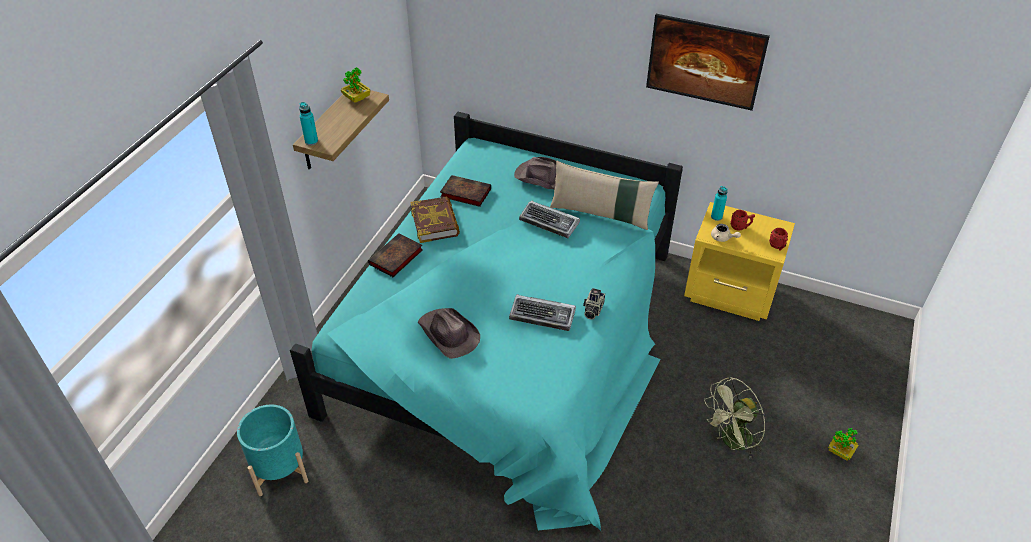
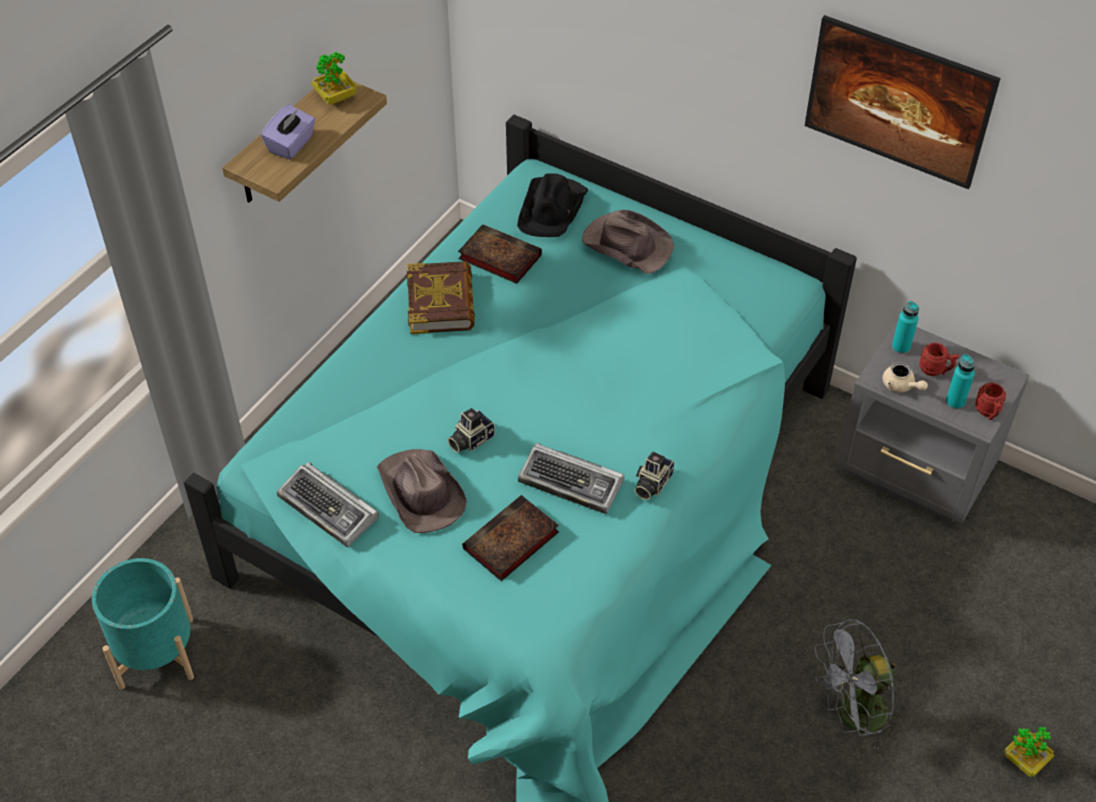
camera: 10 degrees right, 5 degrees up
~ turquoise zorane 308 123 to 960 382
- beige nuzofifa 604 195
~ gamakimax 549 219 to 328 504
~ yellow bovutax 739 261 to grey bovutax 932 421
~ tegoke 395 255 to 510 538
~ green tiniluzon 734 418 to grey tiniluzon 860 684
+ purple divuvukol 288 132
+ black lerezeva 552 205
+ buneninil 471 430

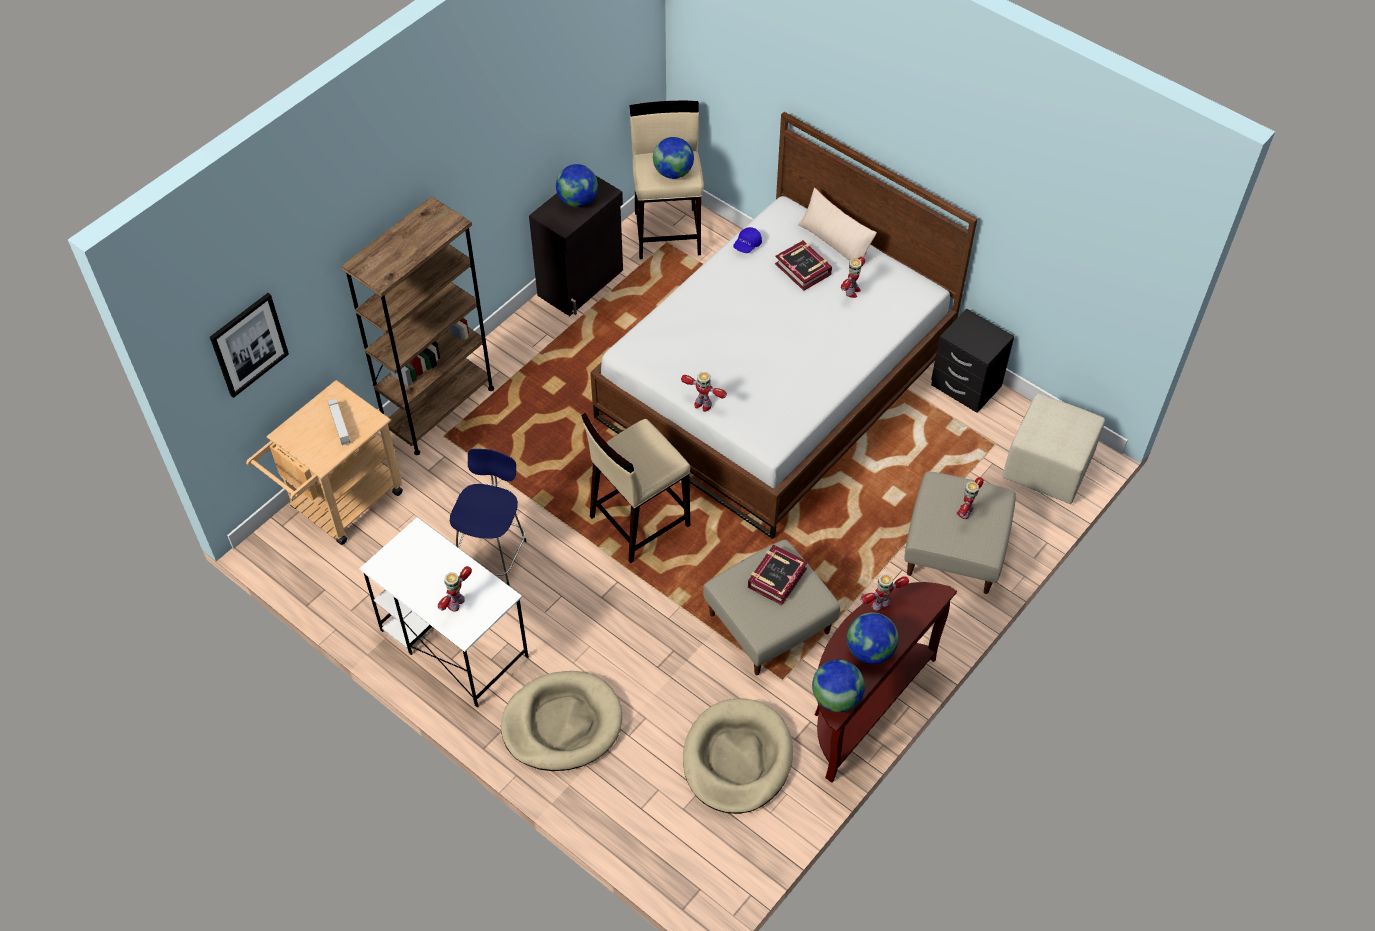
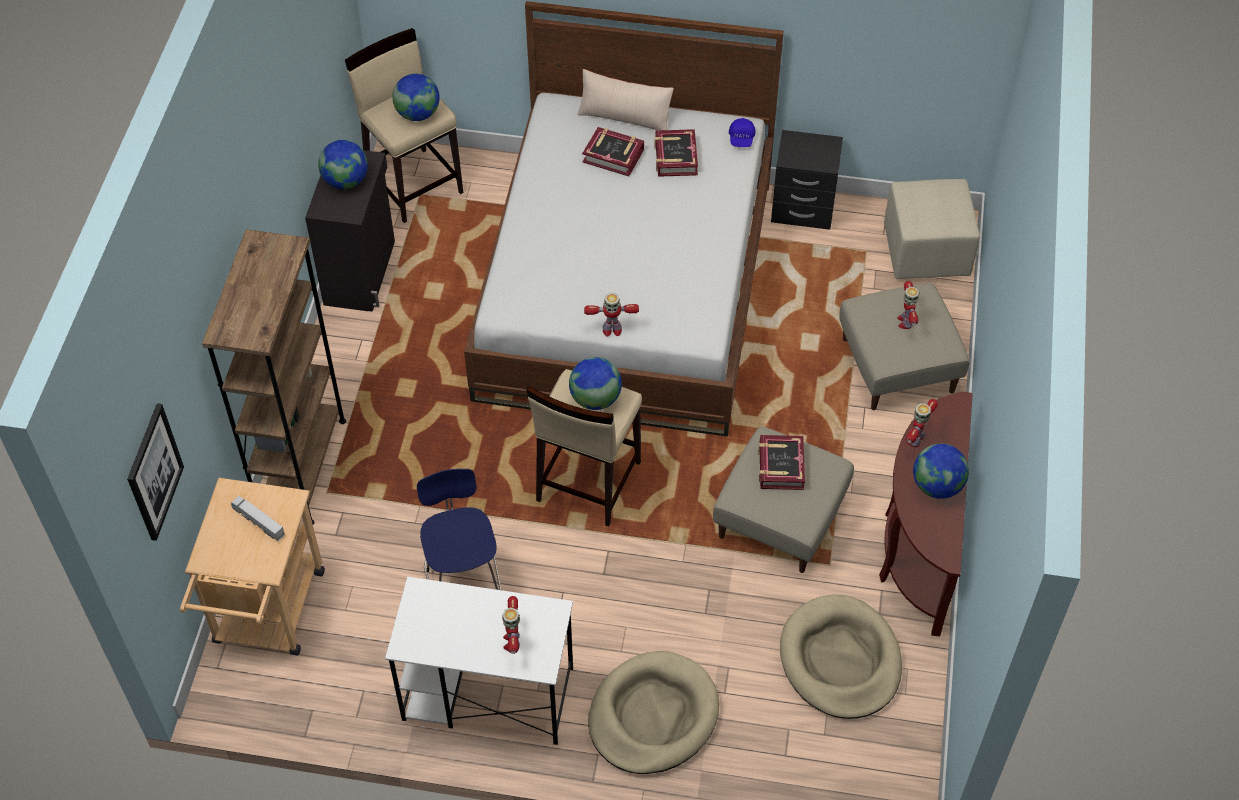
camera: 30 degrees left, 0 degrees up
~ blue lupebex 747 240 to 742 132
~ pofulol 853 277 to tegoke 676 153
~ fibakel 838 685 to 595 383

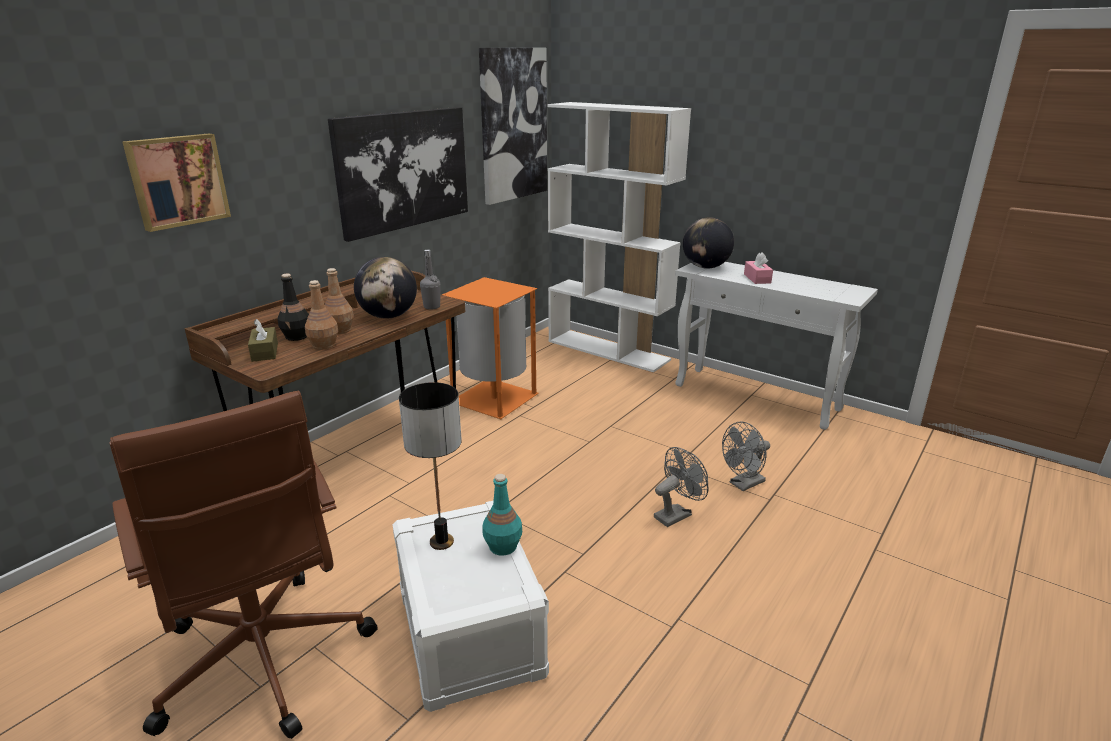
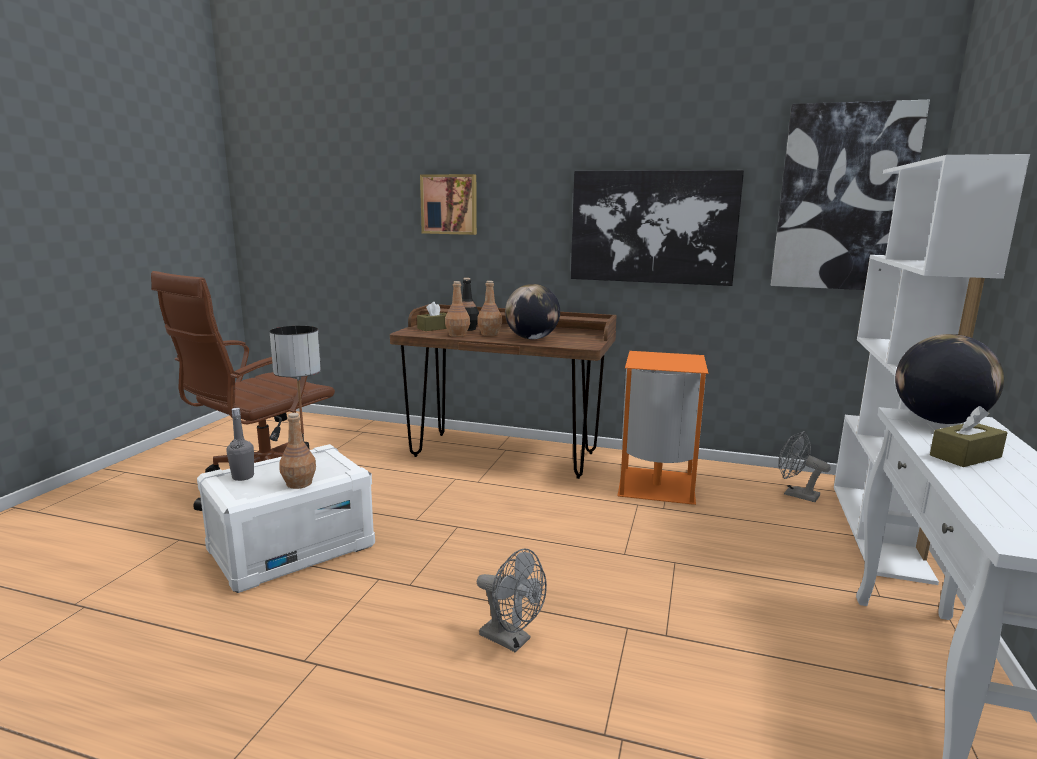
camera: 70 degrees right, 10 degrees down
~ grey zorane 430 280 to 240 444
~ pink divuvukol 758 268 to brown divuvukol 969 436
~ grey tiniluzon 746 456 to 804 466
~ turquoise zorane 502 515 to brown zorane 297 451

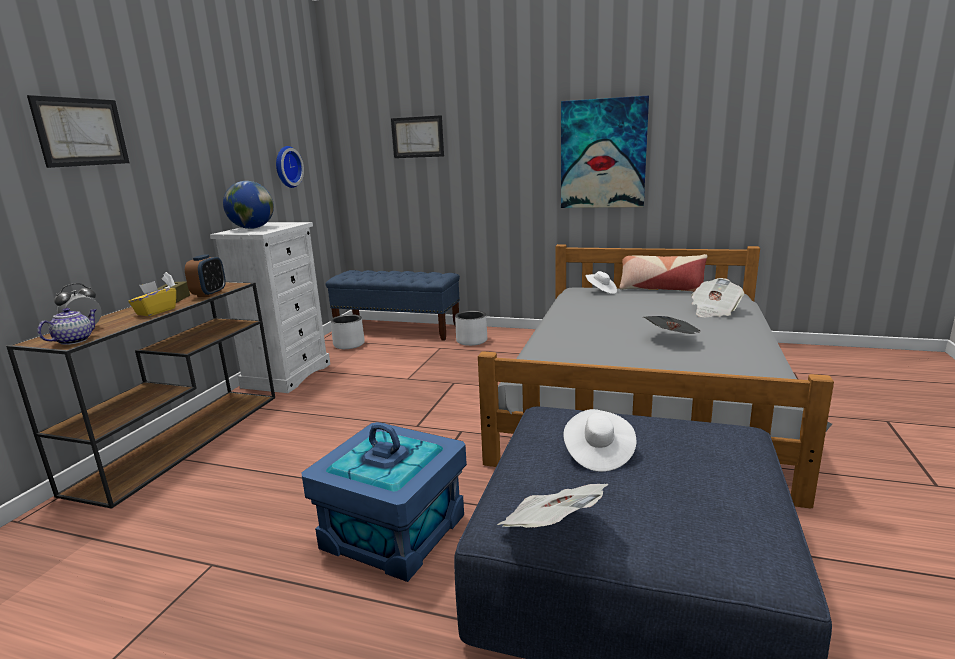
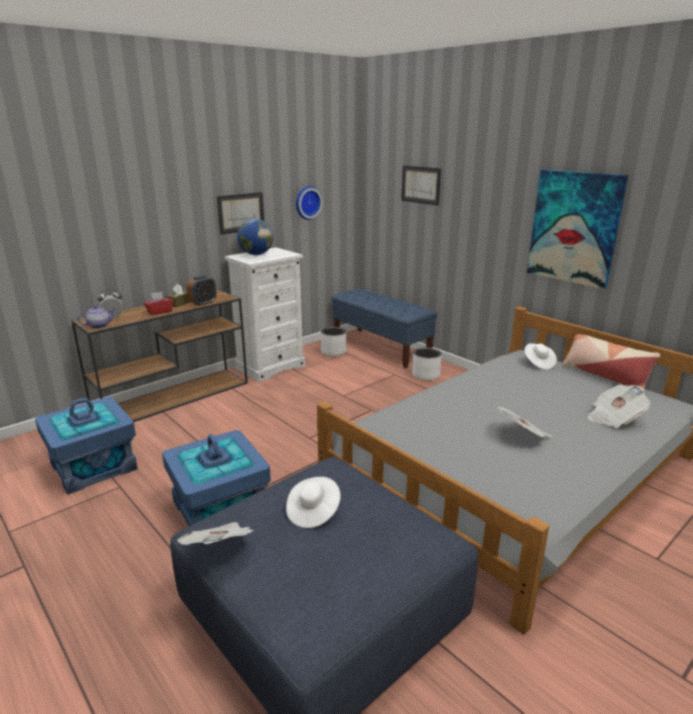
camera: 30 degrees right, 5 degrees up
~ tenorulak 78 131 to 240 213
~ yellow divuvukol 152 298 to red divuvukol 158 303
+ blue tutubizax 86 446

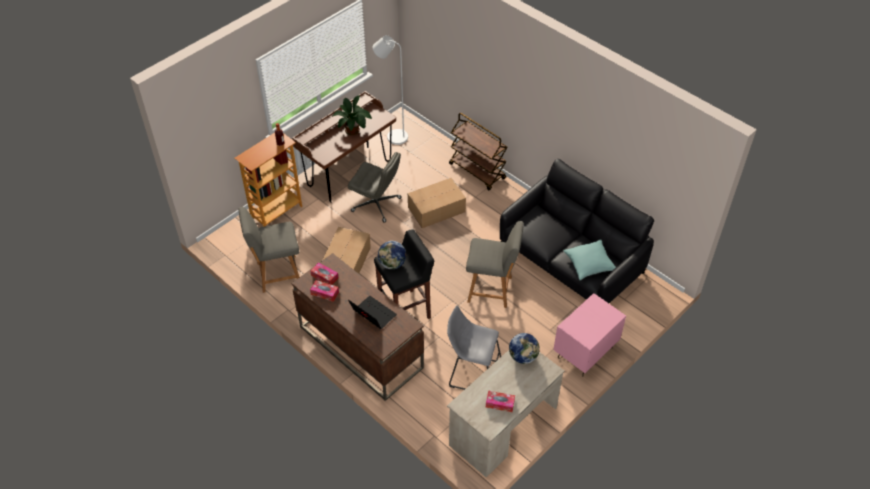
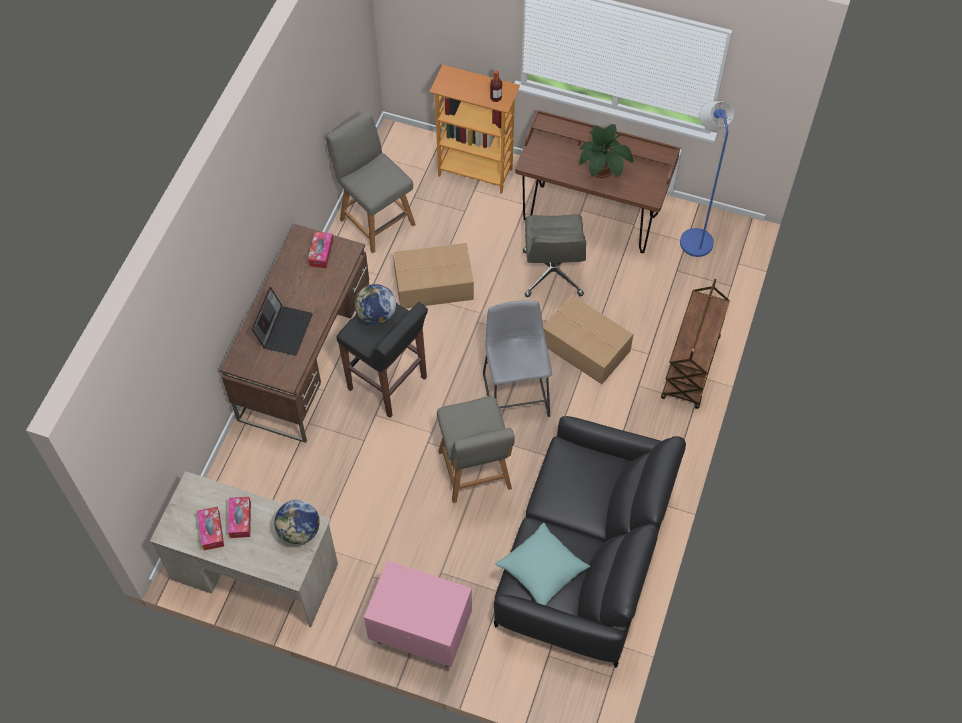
camera: 65 degrees right, 10 degrees up
~ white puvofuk 390 90 to blue puvofuk 707 179
~ divuvukol 324 291 to 239 517
~ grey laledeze 474 348 to 517 358

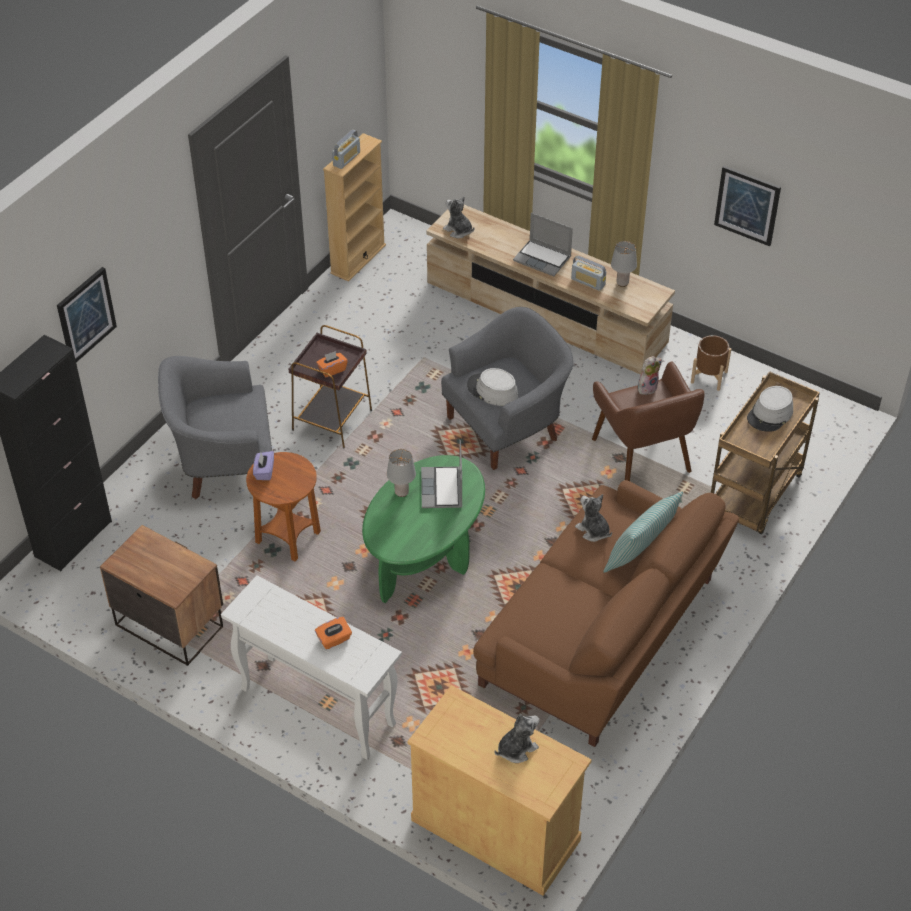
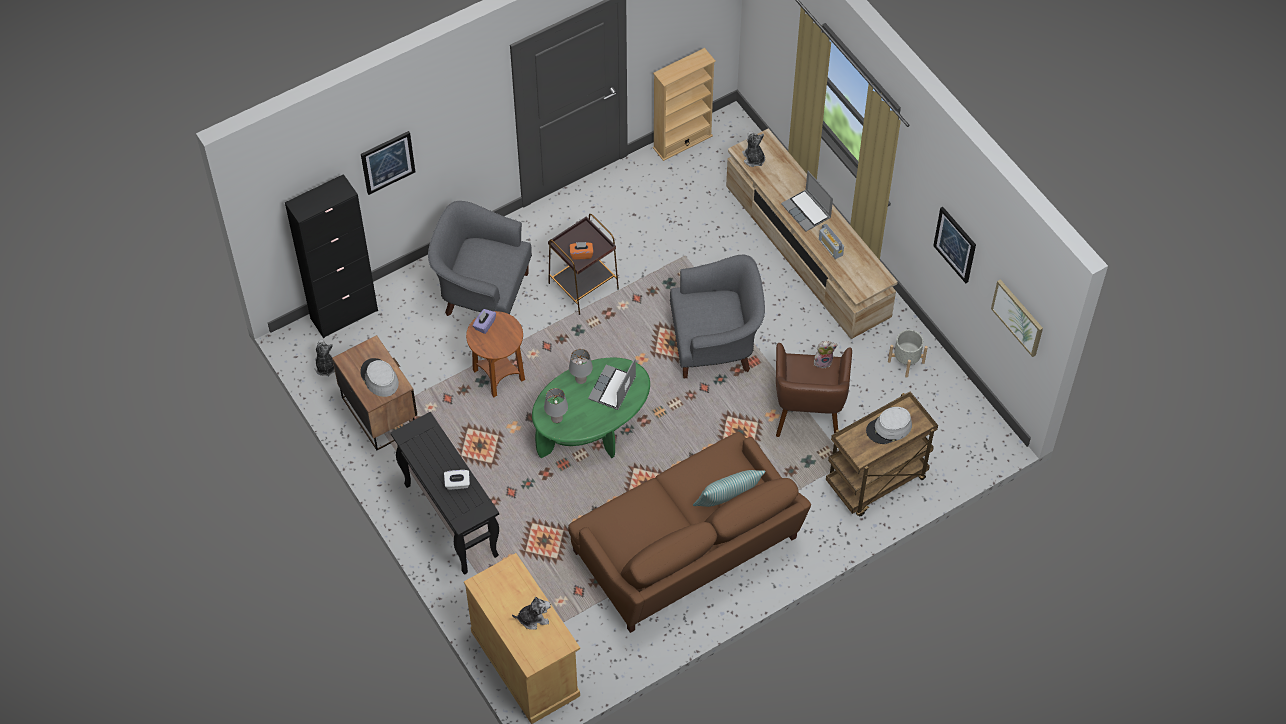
camera: 25 degrees right, 10 degrees up
- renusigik 346 149
~ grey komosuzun 624 264 to 556 405
~ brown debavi 711 363 to grey debavi 908 354
~ grey lerezeva 492 387 to 379 377
~ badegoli 593 518 to 325 358
~ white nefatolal 311 667 to black nefatolal 444 493
~ orange divuvukol 333 633 to white divuvukol 457 480
+ tenorulak 1017 318

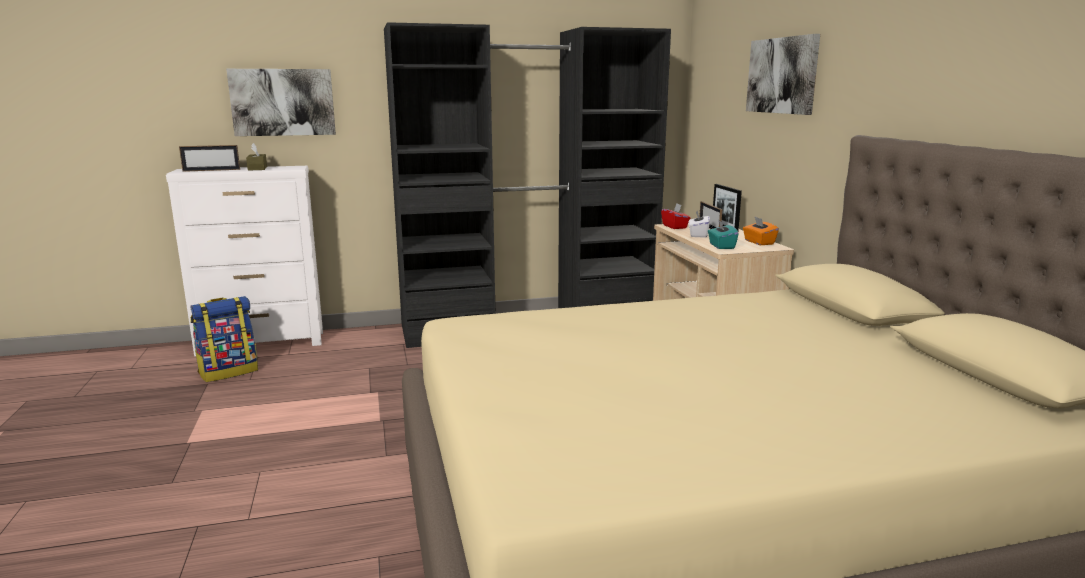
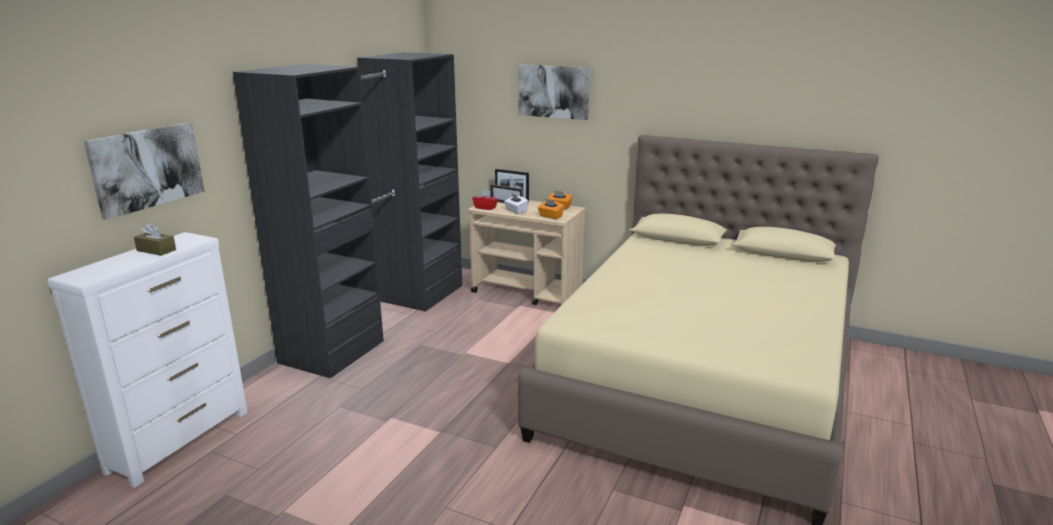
camera: 50 degrees left, 5 degrees up
- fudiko 209 158
~ turquoise divuvukol 723 234 to orange divuvukol 551 209
- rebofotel 224 339

